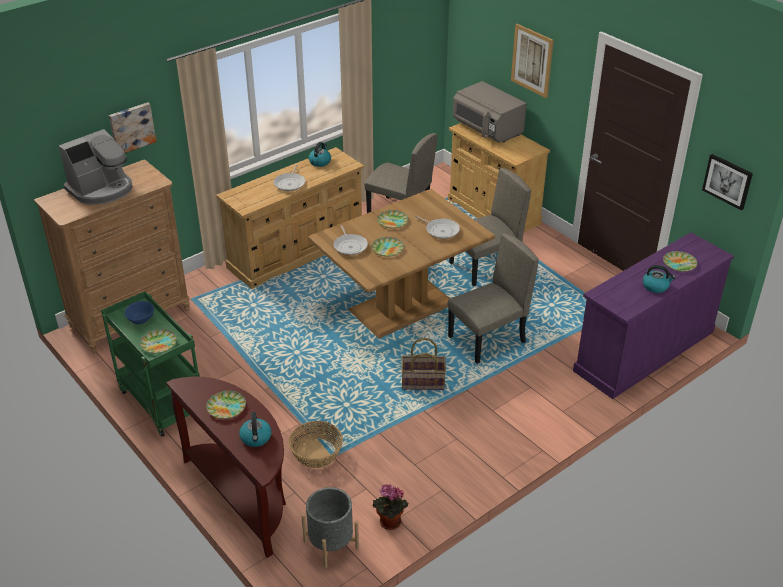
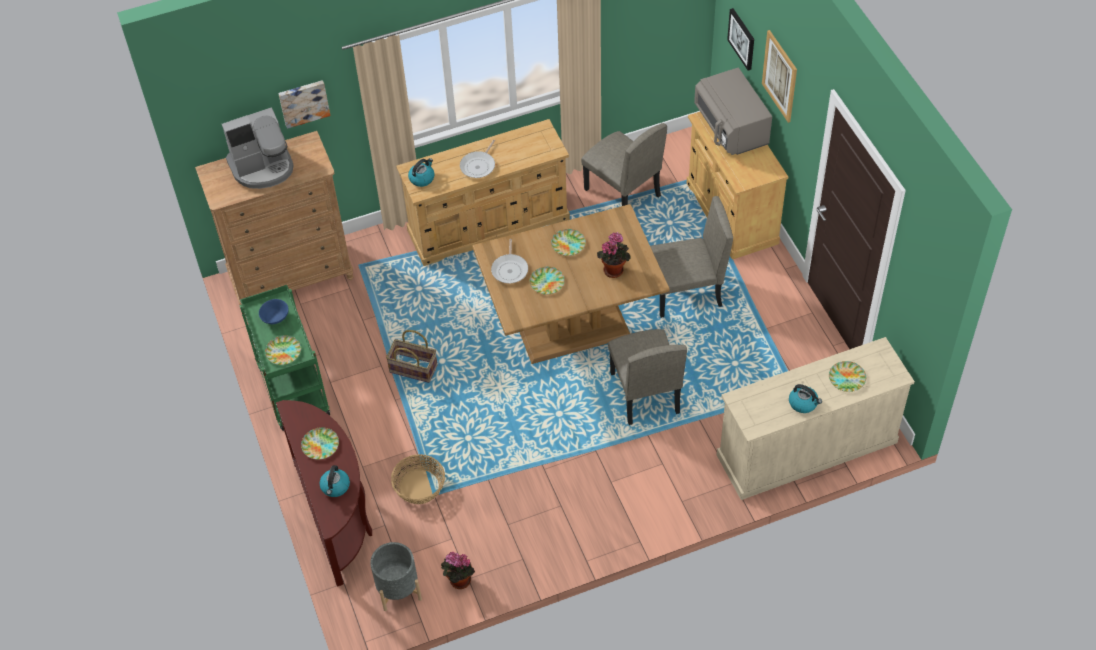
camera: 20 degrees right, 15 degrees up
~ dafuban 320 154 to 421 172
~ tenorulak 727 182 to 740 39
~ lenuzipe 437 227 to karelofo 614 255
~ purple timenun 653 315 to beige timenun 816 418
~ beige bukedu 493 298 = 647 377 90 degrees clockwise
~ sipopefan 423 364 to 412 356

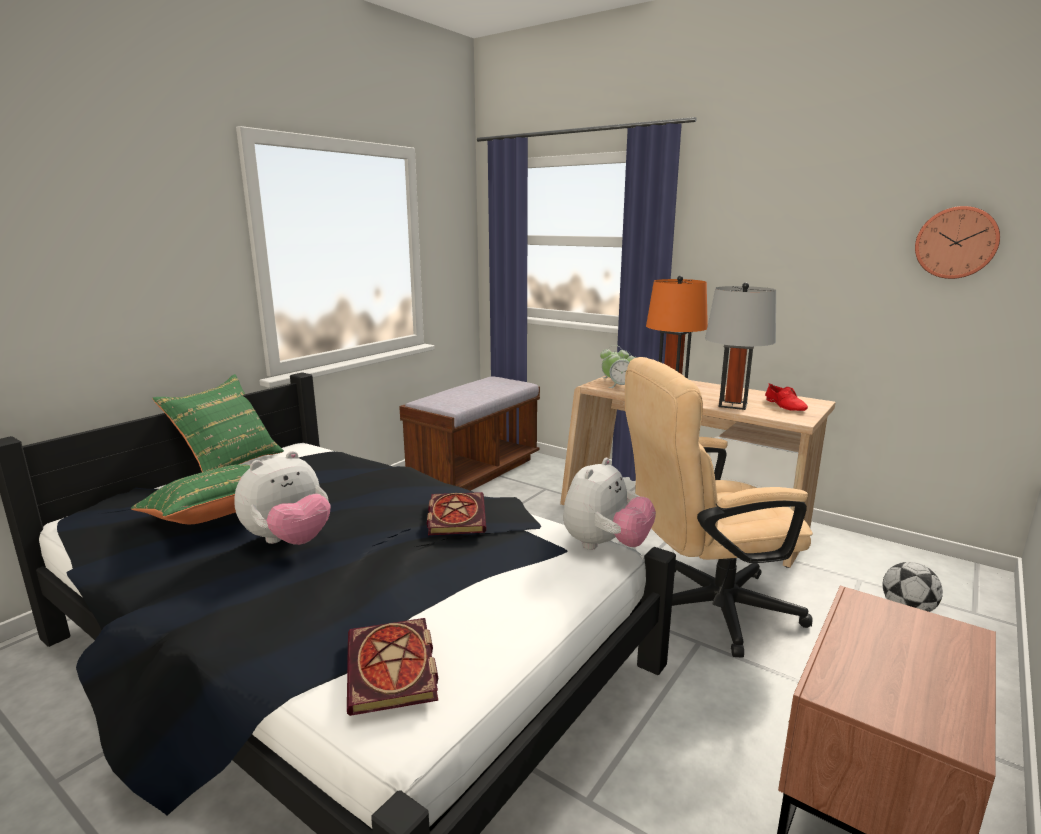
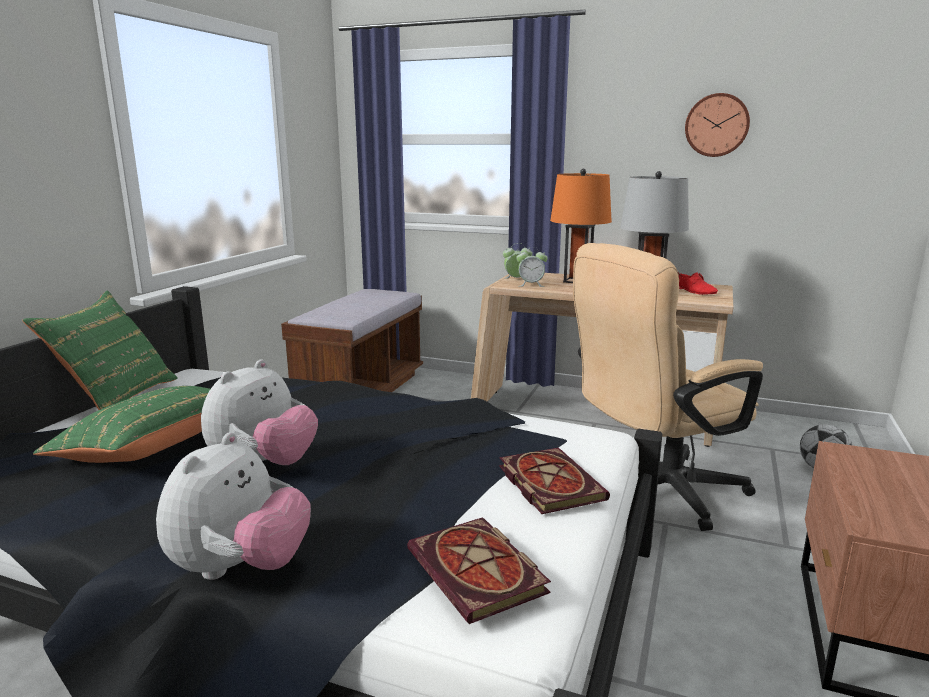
camera: 15 degrees left, 0 degrees up
~ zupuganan 957 242 to 717 125
~ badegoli 609 504 to 233 506
~ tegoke 456 513 to 554 481

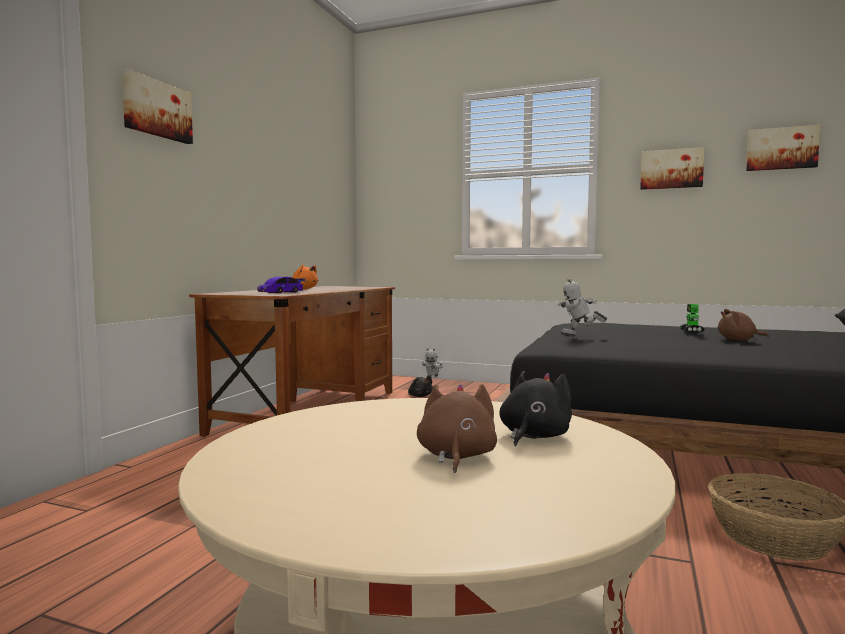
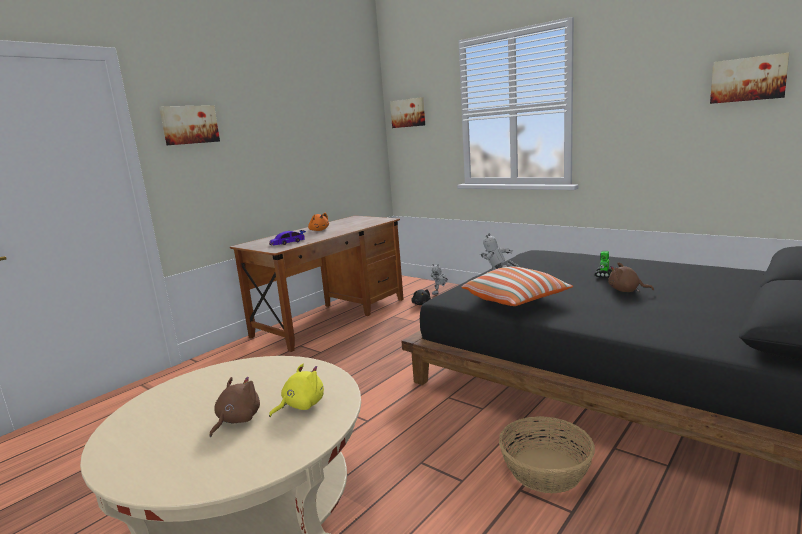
camera: 20 degrees right, 10 degrees up
~ tenorulak 672 168 to 407 112
~ black badegoli 535 409 to yellow badegoli 296 390
+ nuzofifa 517 286

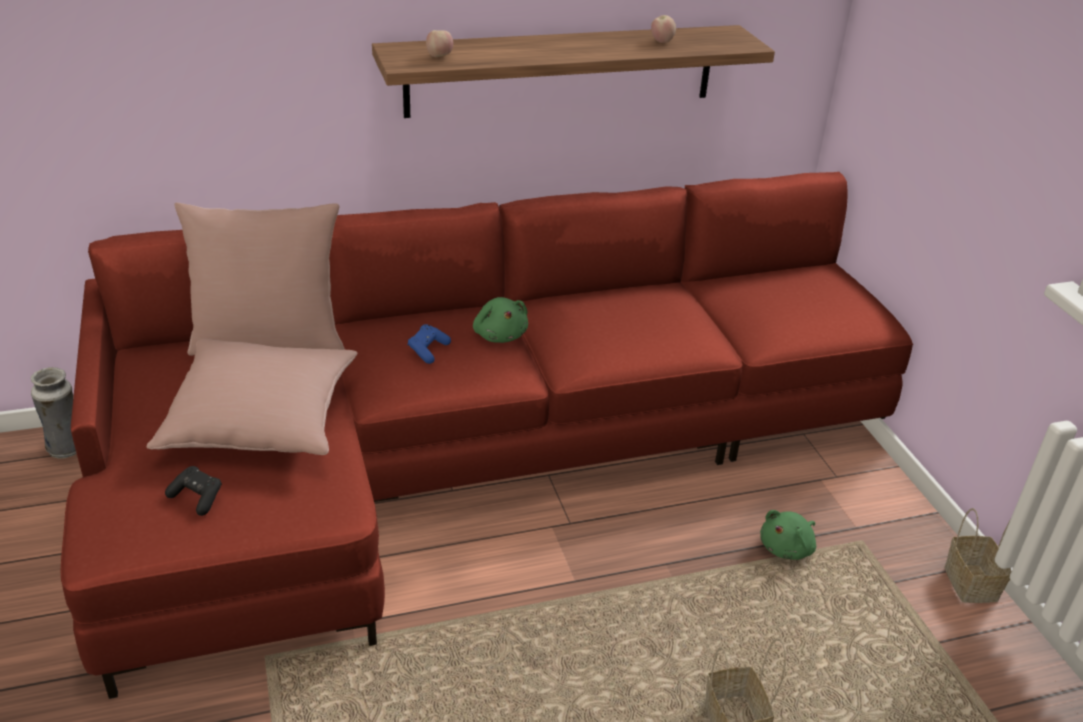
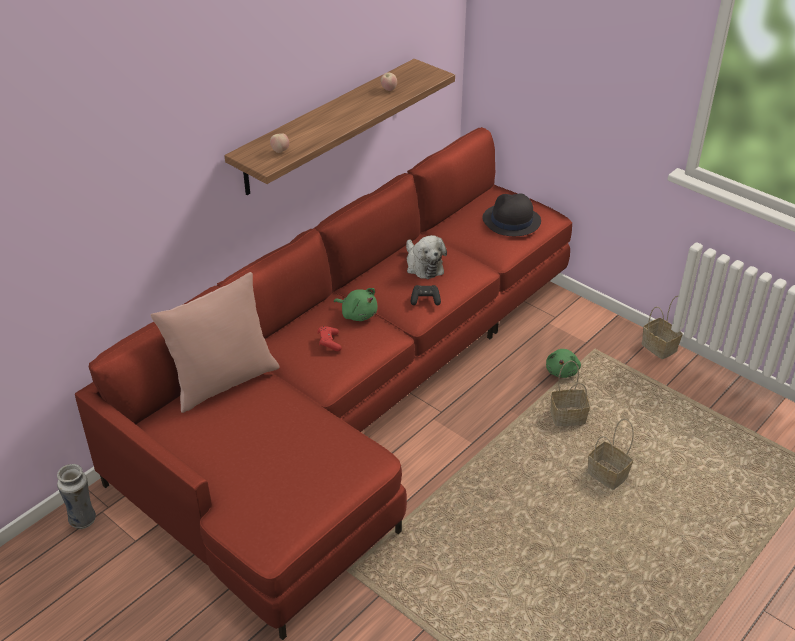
camera: 30 degrees left, 5 degrees up
~ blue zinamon 429 344 to red zinamon 329 338
- pink nuzofifa 251 396
~ black zinamon 193 491 to 426 295
+ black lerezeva 511 214
+ badegoli 426 257
+ sipopefan 570 393

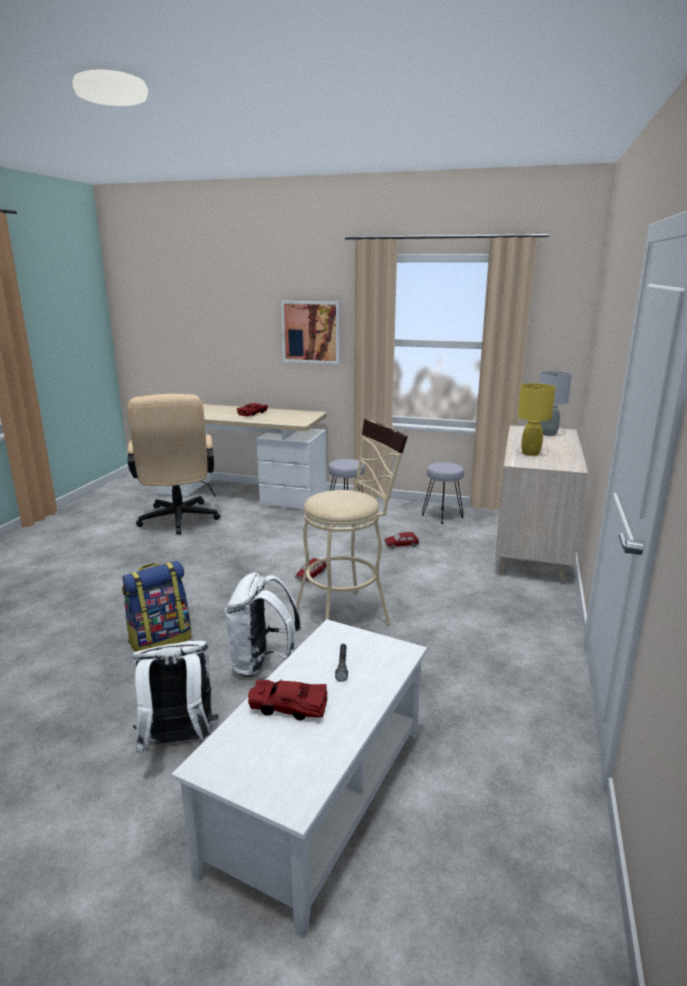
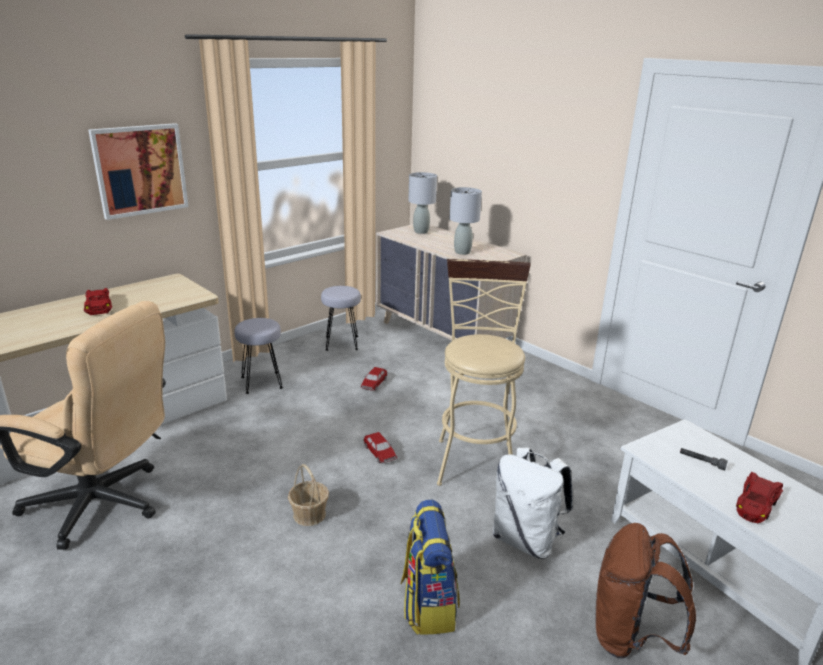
camera: 60 degrees left, 5 degrees up
~ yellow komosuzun 537 419 to grey komosuzun 465 221
~ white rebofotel 175 698 to brown rebofotel 646 591
+ sipopefan 308 495

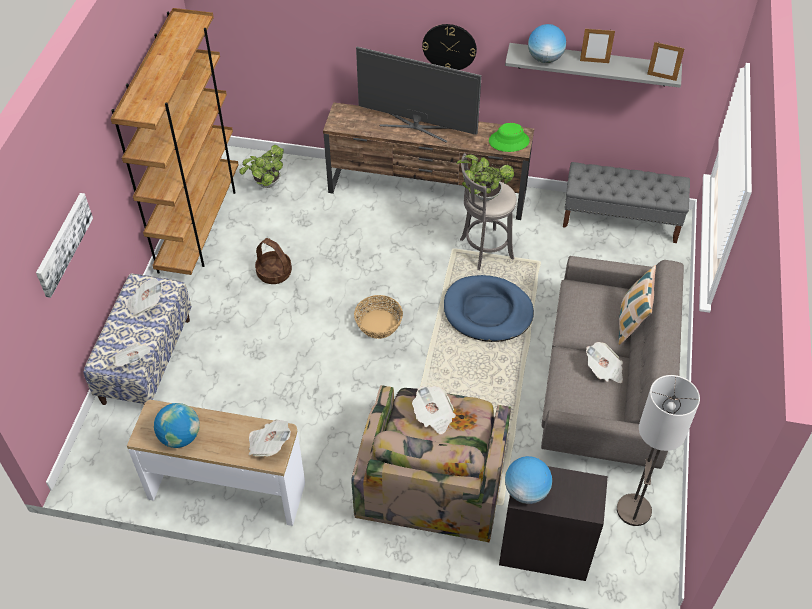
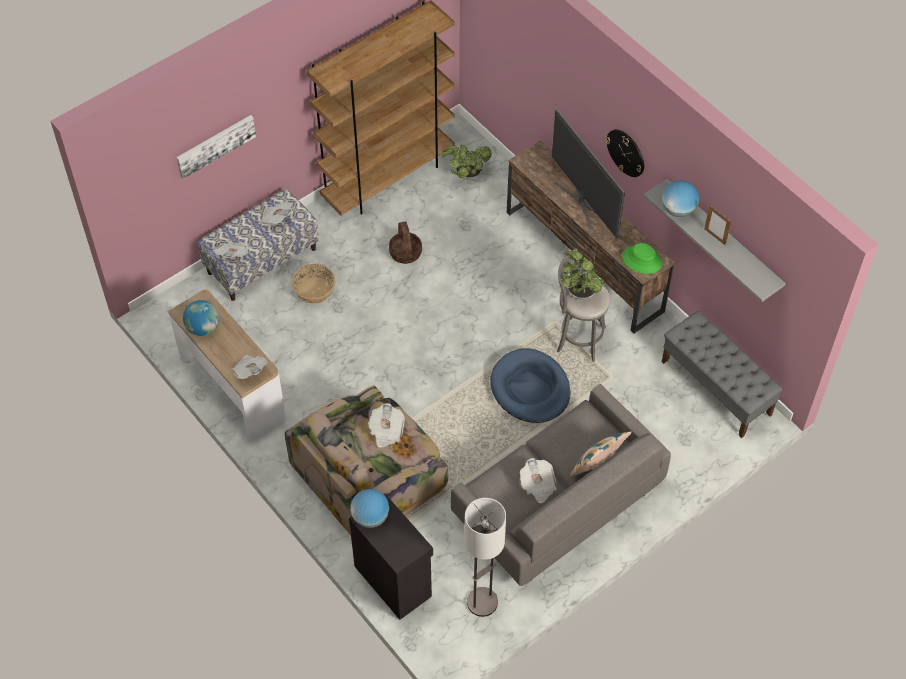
camera: 40 degrees right, 5 degrees up
- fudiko 666 61
~ sipopefan 378 317 to 313 284

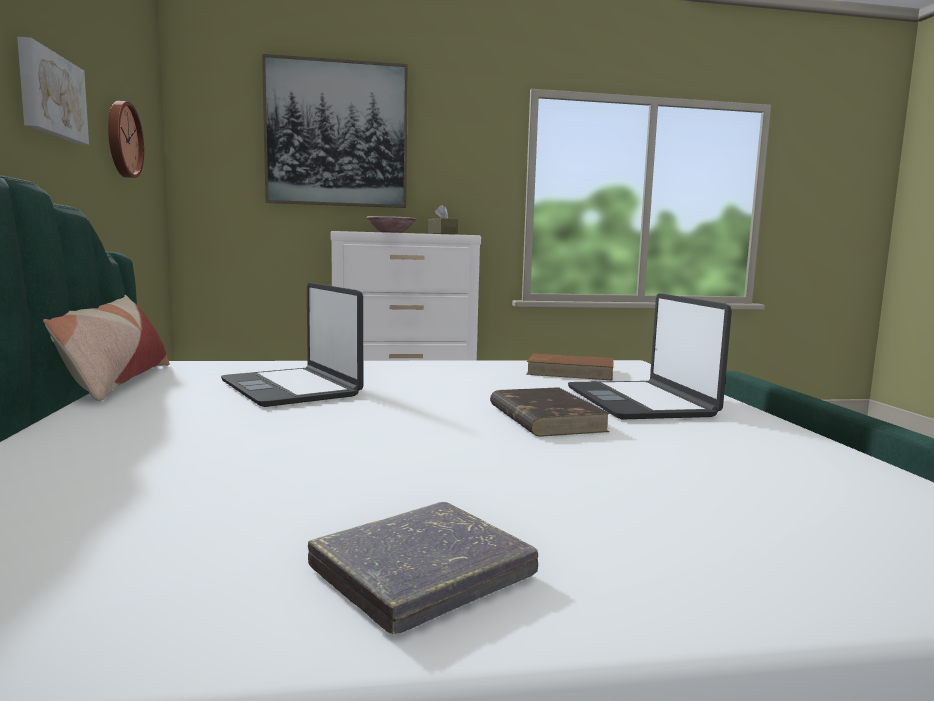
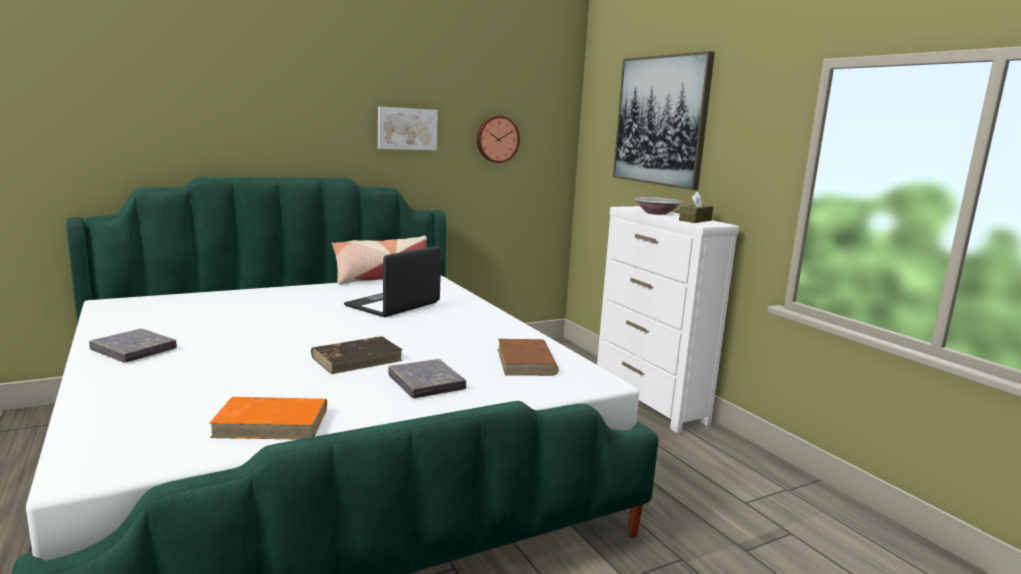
camera: 70 degrees right, 5 degrees up
~ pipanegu 650 356 to grey tegoke 427 378
+ orange tegoke 268 418

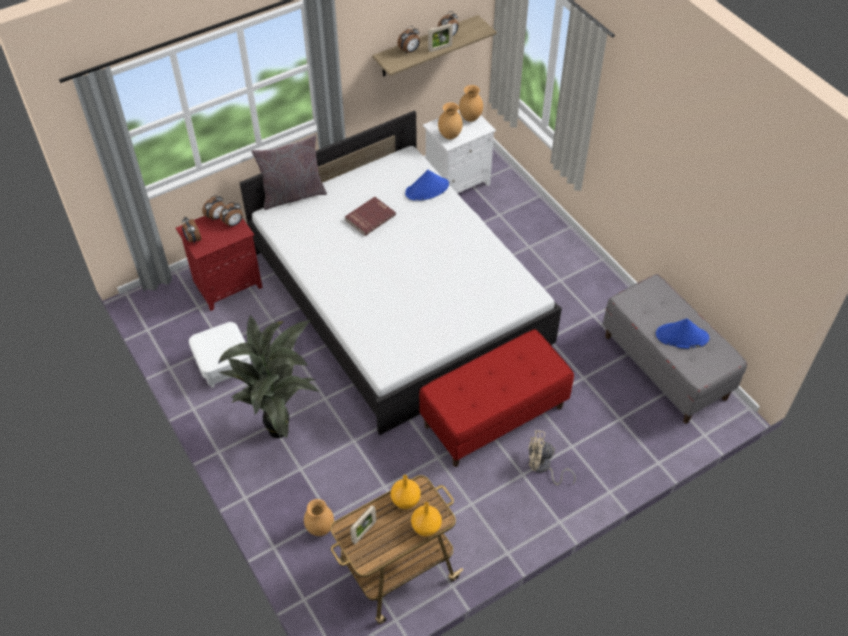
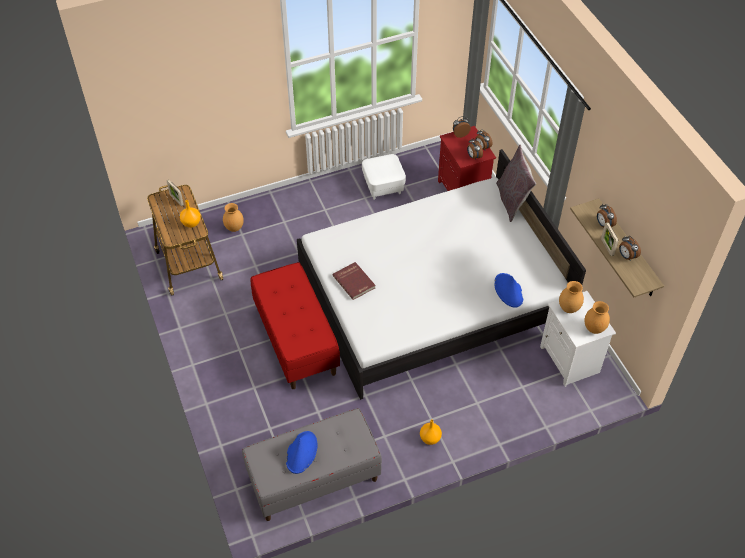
camera: 100 degrees right, 0 degrees up
~ red tegoke 370 216 to 354 281
- karelofo 268 376
- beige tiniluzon 552 457
~ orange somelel 426 519 to 431 432

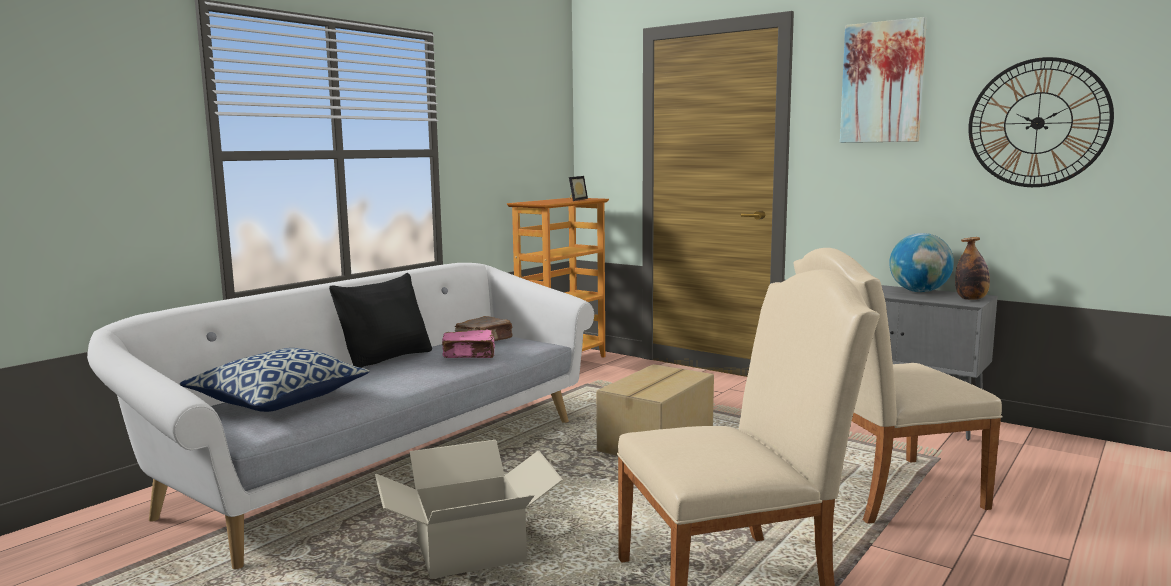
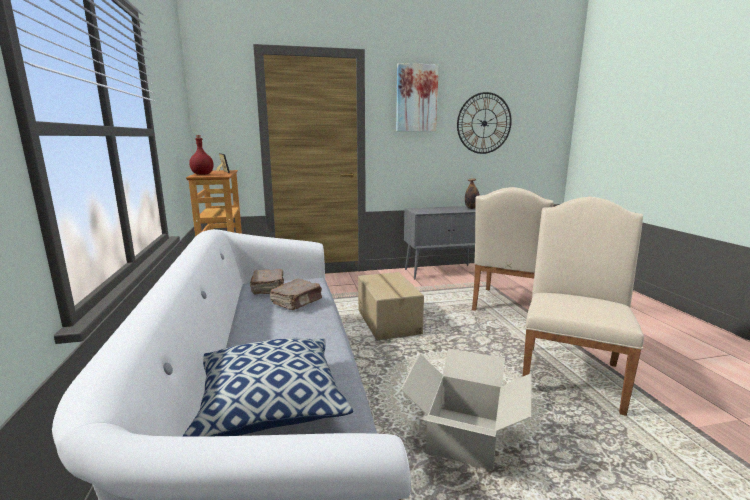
camera: 50 degrees left, 5 degrees up
- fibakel 921 262
- black nuzofifa 380 320
~ pink tegoke 468 344 to brown tegoke 296 294
+ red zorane 201 155

